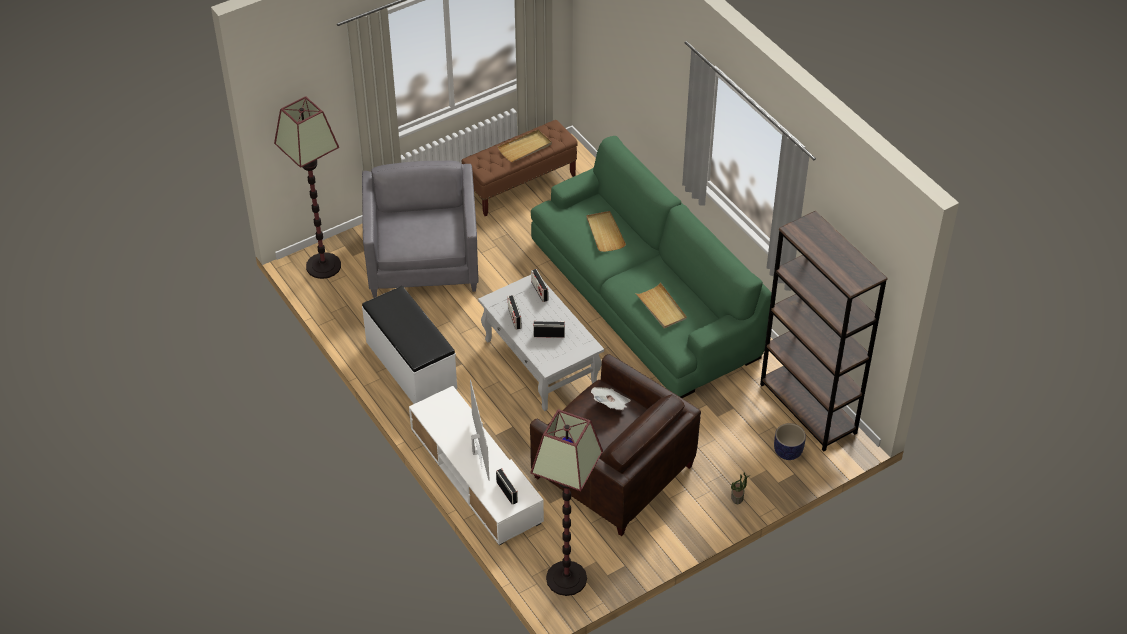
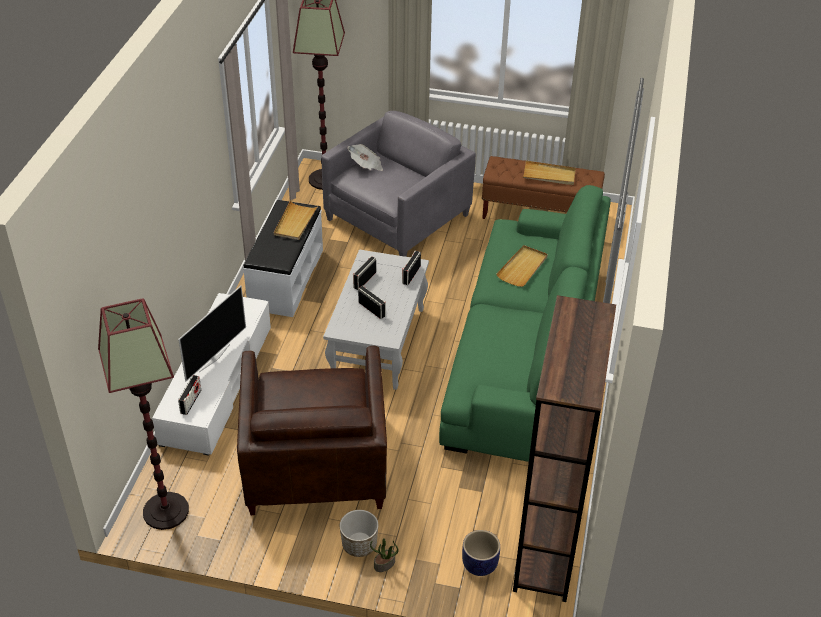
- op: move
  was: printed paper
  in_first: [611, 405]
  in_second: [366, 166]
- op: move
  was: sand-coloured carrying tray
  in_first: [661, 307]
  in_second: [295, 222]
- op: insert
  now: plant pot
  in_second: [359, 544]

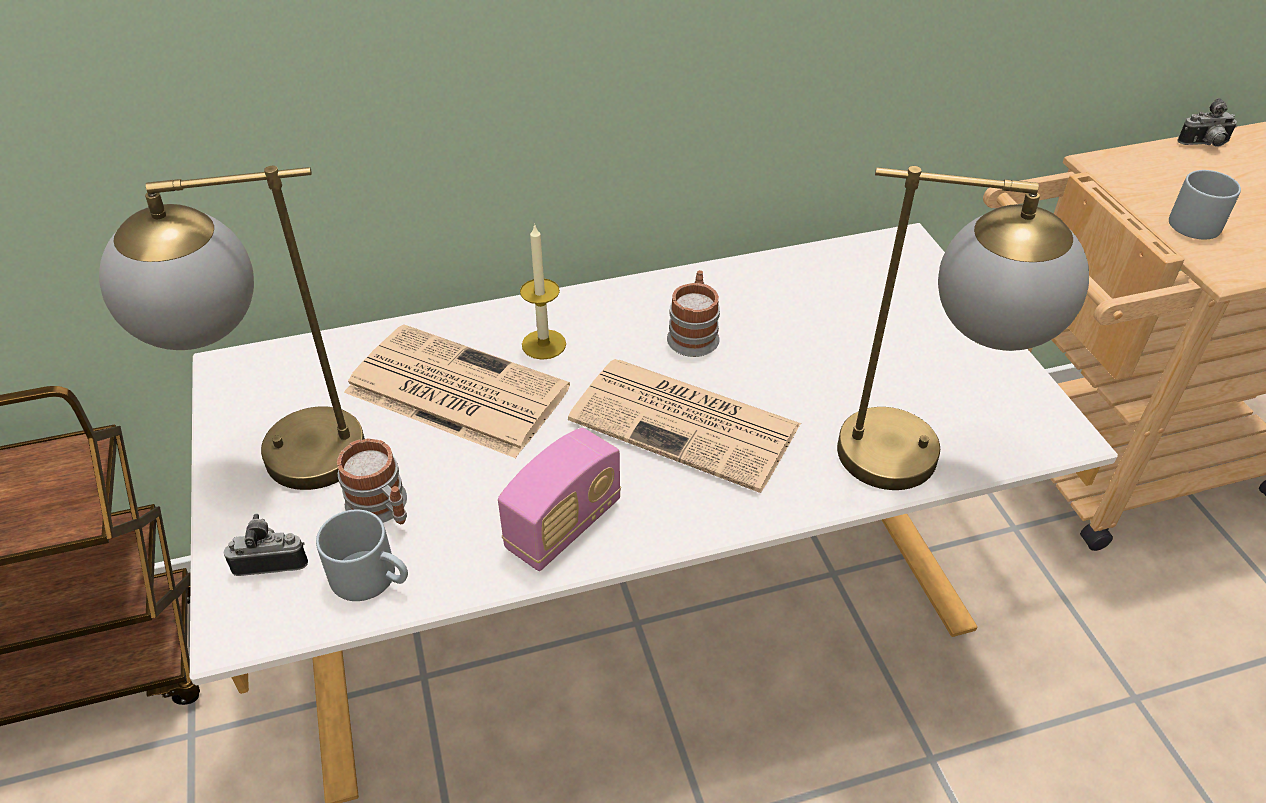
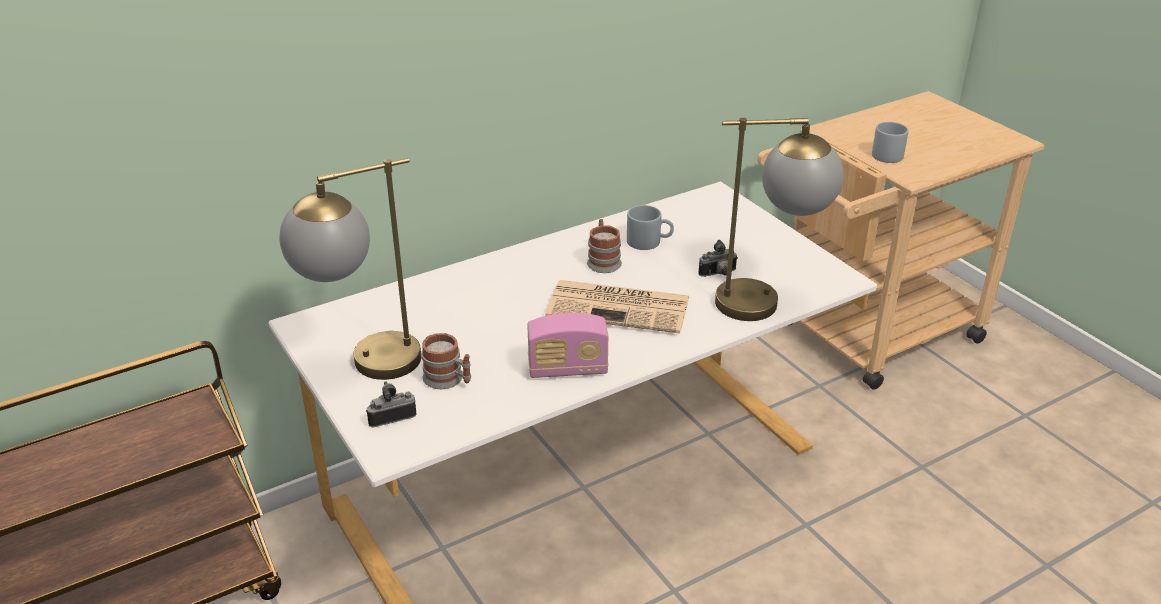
- op: move
  was: grey coffee mug
  in_first: [373, 577]
  in_second: [649, 241]
- op: delete
  was: printed paper
  in_first: [453, 391]
- op: rotate
  was: radio
  in_first: [564, 526]
  in_second: [568, 369]
  clockwise: 60
- op: delete
  was: candle
  in_first: [544, 344]
- op: move
  was: still camera
  in_first: [1205, 145]
  in_second: [718, 274]

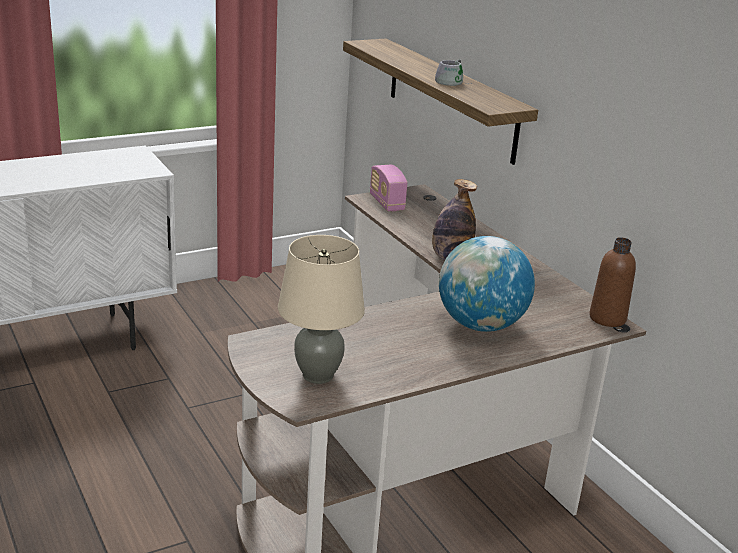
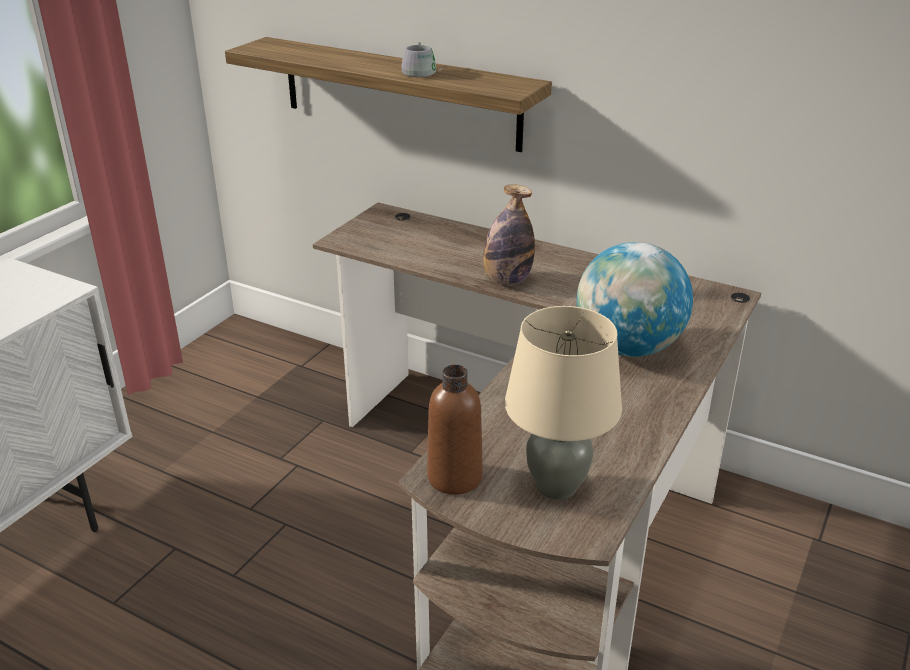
- op: delete
  was: radio
  in_first: [386, 203]
- op: move
  was: brown-coloured bottle
  in_first: [607, 318]
  in_second: [454, 477]

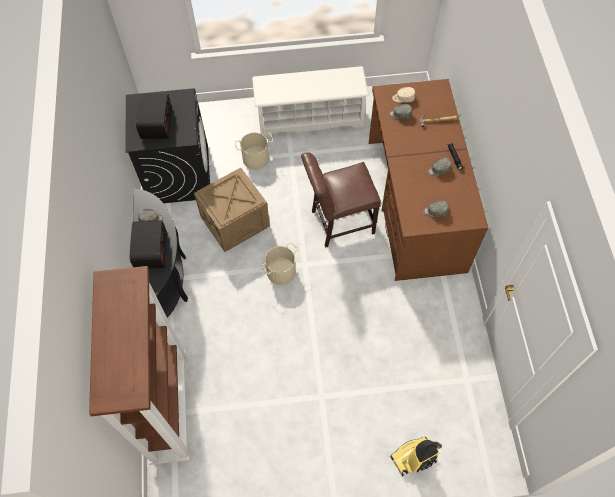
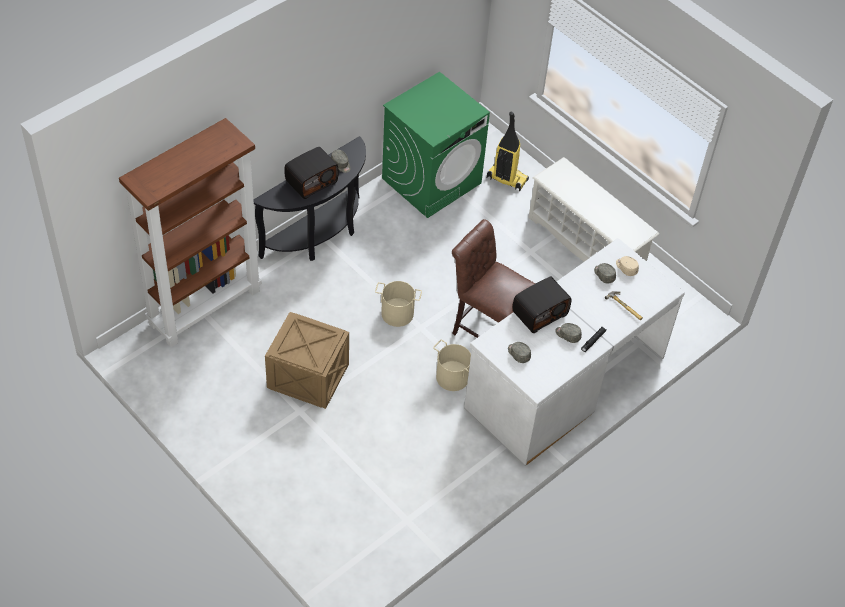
- op: recolor
  was: blackish washing machine
  now: greenish washing machine
  in_first: [179, 174]
  in_second: [432, 180]
- op: move
  was: radio
  in_first: [156, 124]
  in_second: [539, 313]
- op: move
  was: packing crate
  in_first: [236, 221]
  in_second: [309, 377]
- op: move
  was: sand-coloured pail
  in_first: [256, 159]
  in_second: [452, 377]
- op: recolor
  was: brown-coloured desk table
  now: white desk table
  in_first: [414, 204]
  in_second: [564, 381]
- op: move
  was: hoover
  in_first: [413, 458]
  in_second: [506, 179]

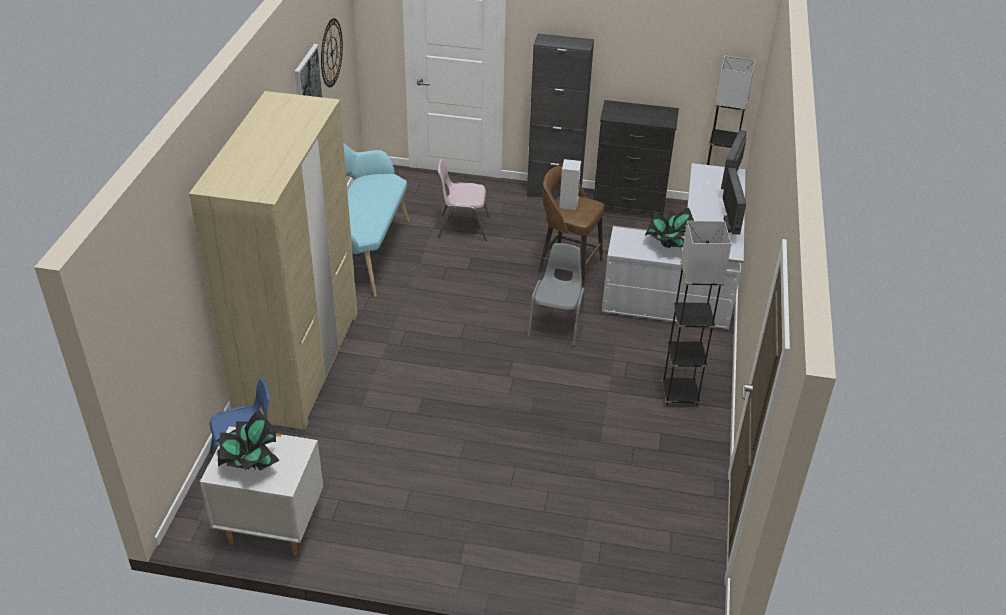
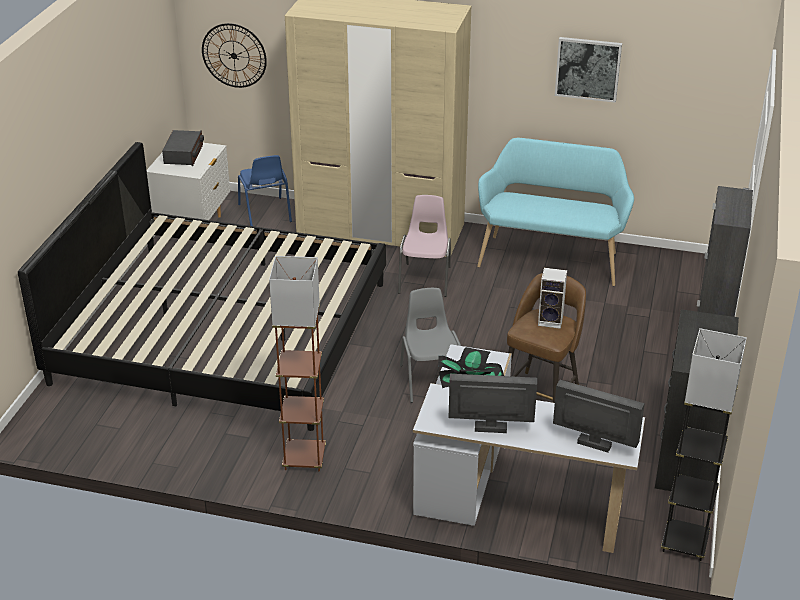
- op: replace
  was: houseplant
  now: radio
  in_first: [249, 463]
  in_second: [184, 154]
- op: move
  was: clock on the wall
  in_first: [331, 53]
  in_second: [234, 55]
- op: move
  was: pinkish chair
  in_first: [463, 227]
  in_second: [425, 279]
- op: rotate
  was: grey chair
  in_first: [557, 324]
  in_second: [430, 380]
  clockwise: -120
- op: recolor
  was: grey floor lamp
  now: brown-coloured floor lamp
  in_first: [680, 395]
  in_second: [304, 458]
- op: insert
  now: sleeping bed
  in_second: [222, 331]

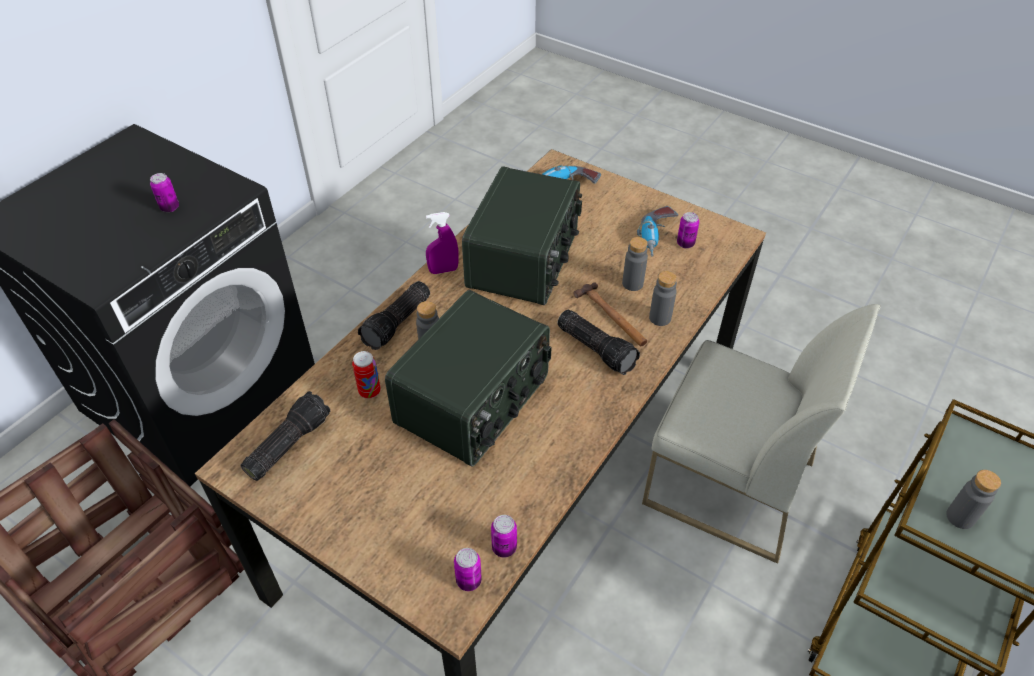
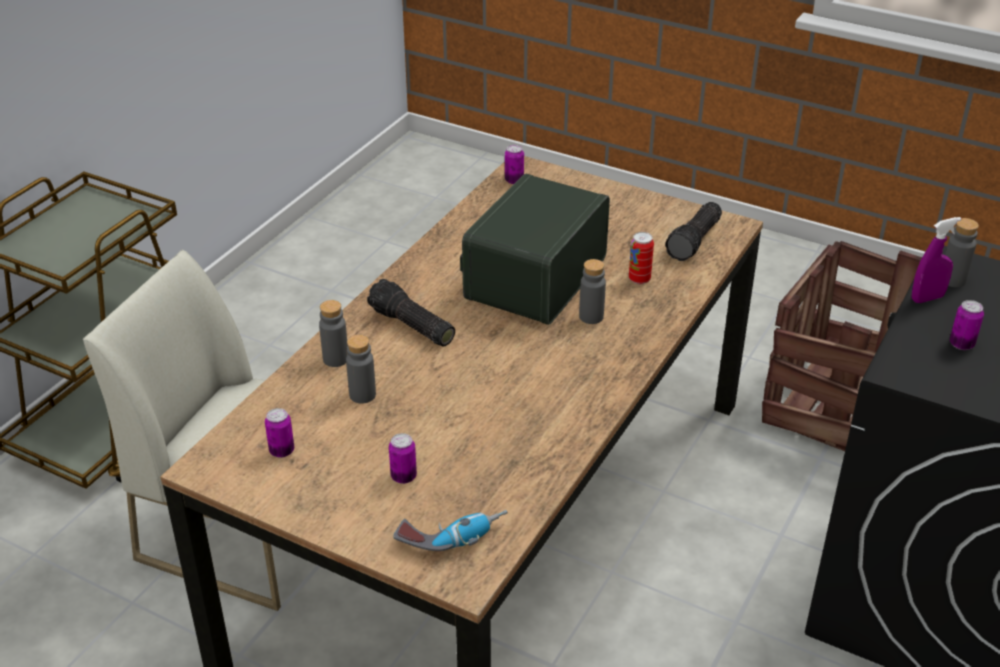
- op: delete
  was: torch
  in_first: [398, 323]
- op: move
  was: purple sprayer
  in_first: [443, 270]
  in_second: [927, 298]
- op: delete
  was: radio
  in_first: [525, 260]
- op: move
  was: sealed can
  in_first: [504, 548]
  in_second: [403, 477]
- op: delete
  was: tool hammer
  in_first: [611, 317]
- op: delete
  was: drill
  in_first: [657, 237]
- op: move
  was: grey bottle
  in_first: [960, 517]
  in_second: [952, 280]

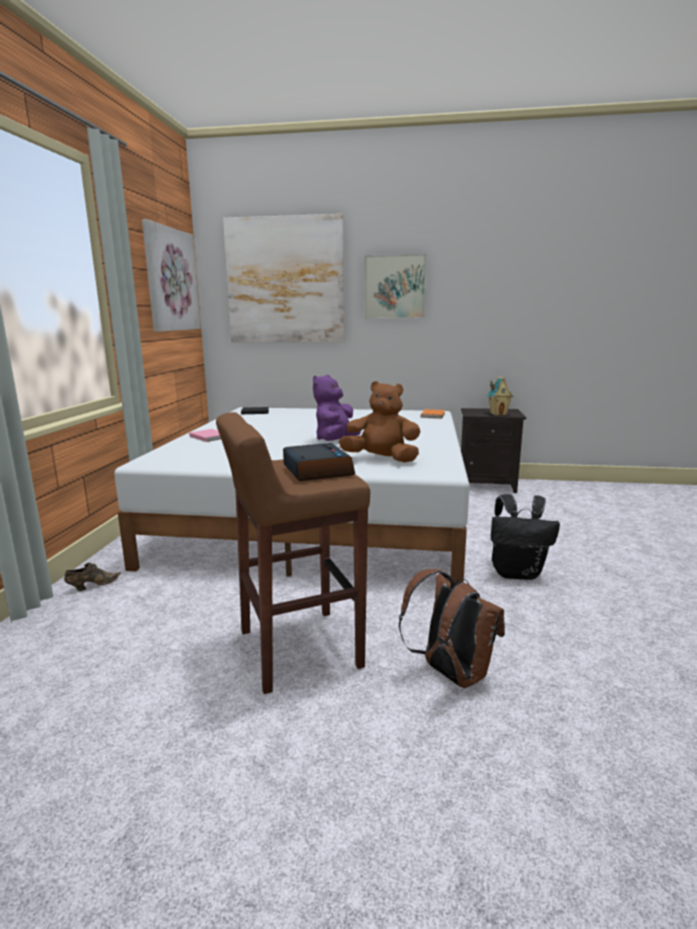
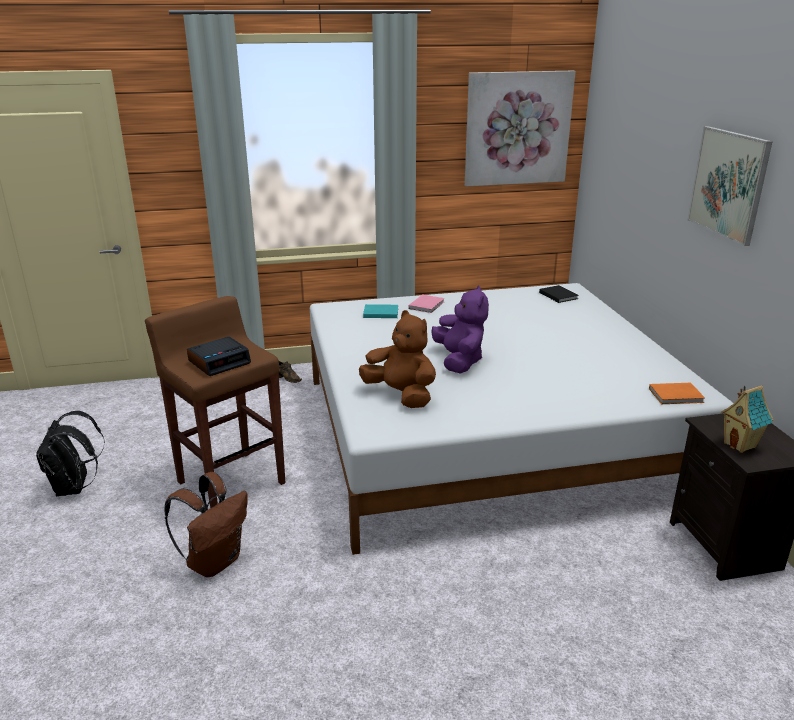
- op: delete
  was: wall art
  in_first: [285, 281]
- op: rotate
  was: purple cuddly toy
  in_first: [336, 441]
  in_second: [459, 361]
  clockwise: 75
- op: rotate
  was: brown-coloured cuddly toy
  in_first: [381, 459]
  in_second: [401, 395]
  clockwise: -45
- op: move
  was: blackish knapsack
  in_first: [517, 573]
  in_second: [75, 488]
- op: insert
  now: blue-green book
  in_second: [380, 313]

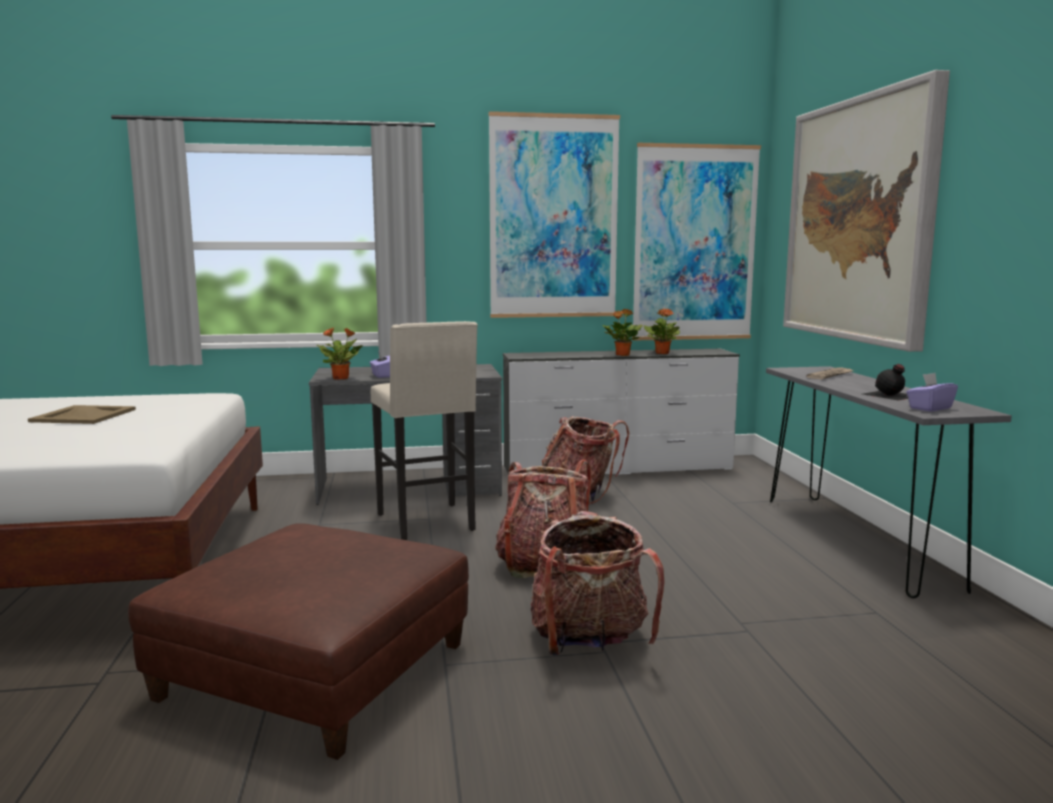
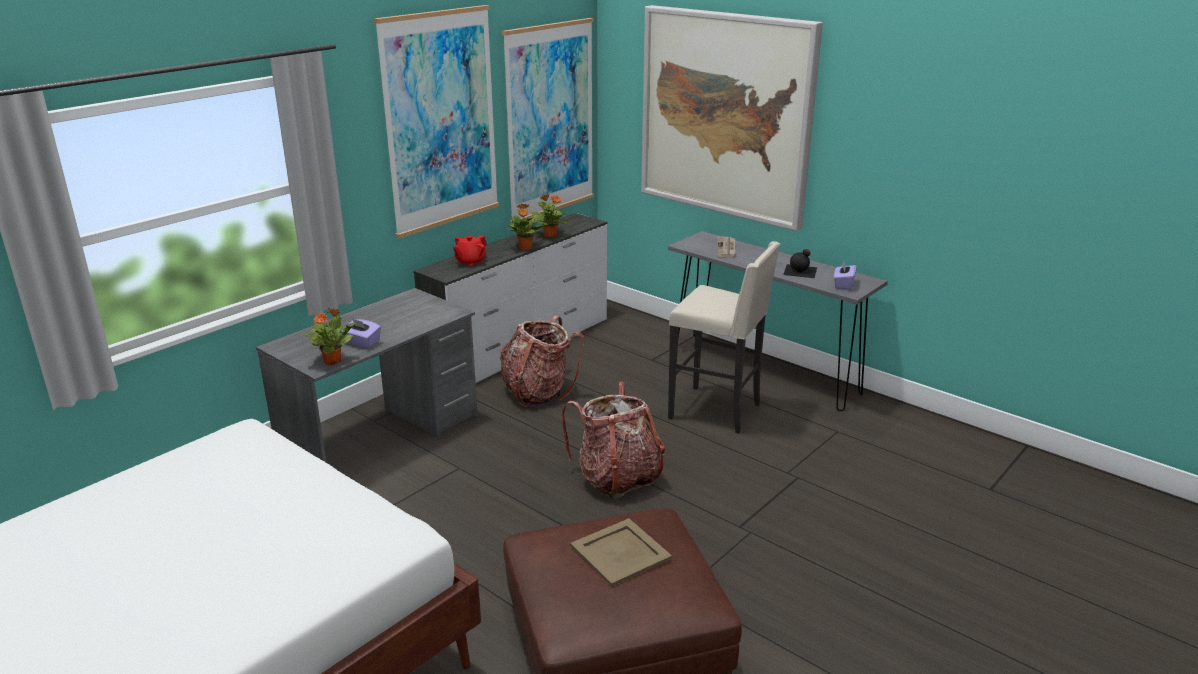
- op: move
  was: sand-coloured carrying tray
  in_first: [84, 415]
  in_second: [621, 552]
- op: move
  was: sand-coloured stool
  in_first: [428, 523]
  in_second: [717, 411]
- op: delete
  was: knapsack
  in_first: [589, 641]
- op: insert
  now: reddish tea pot
  in_second: [470, 262]

